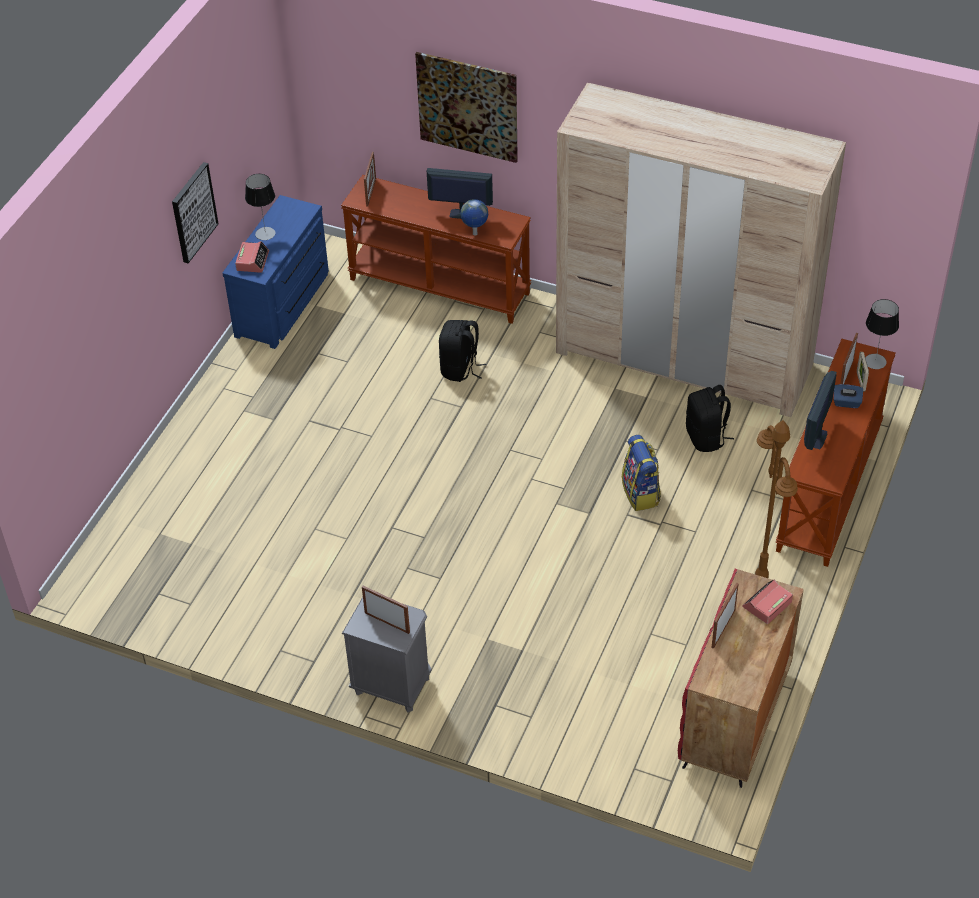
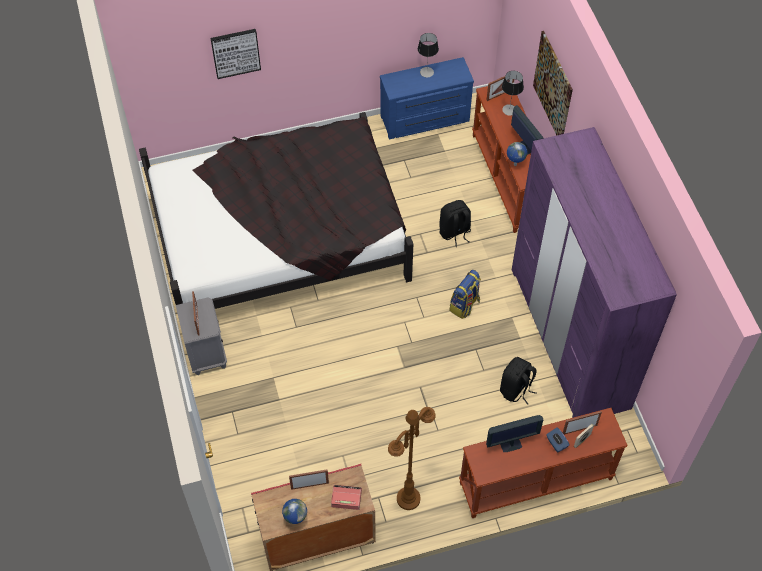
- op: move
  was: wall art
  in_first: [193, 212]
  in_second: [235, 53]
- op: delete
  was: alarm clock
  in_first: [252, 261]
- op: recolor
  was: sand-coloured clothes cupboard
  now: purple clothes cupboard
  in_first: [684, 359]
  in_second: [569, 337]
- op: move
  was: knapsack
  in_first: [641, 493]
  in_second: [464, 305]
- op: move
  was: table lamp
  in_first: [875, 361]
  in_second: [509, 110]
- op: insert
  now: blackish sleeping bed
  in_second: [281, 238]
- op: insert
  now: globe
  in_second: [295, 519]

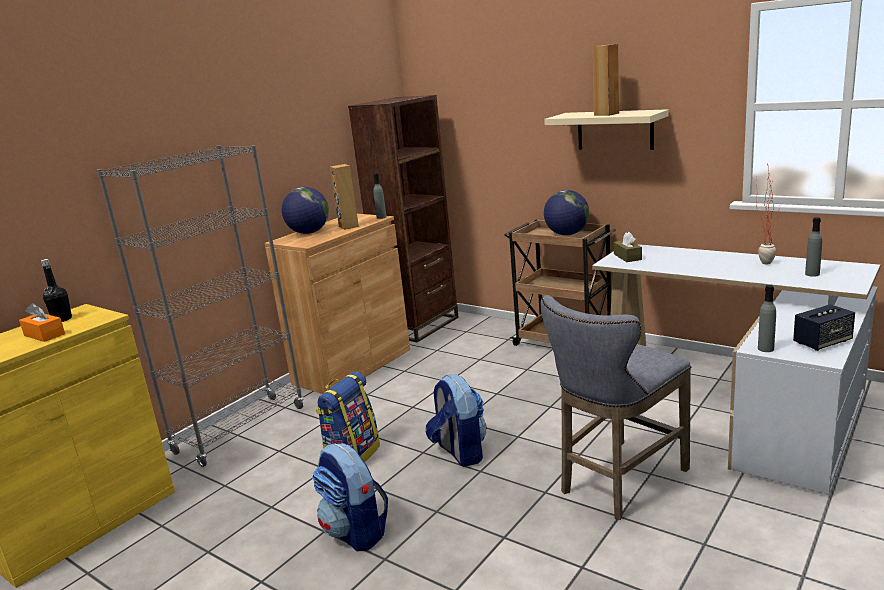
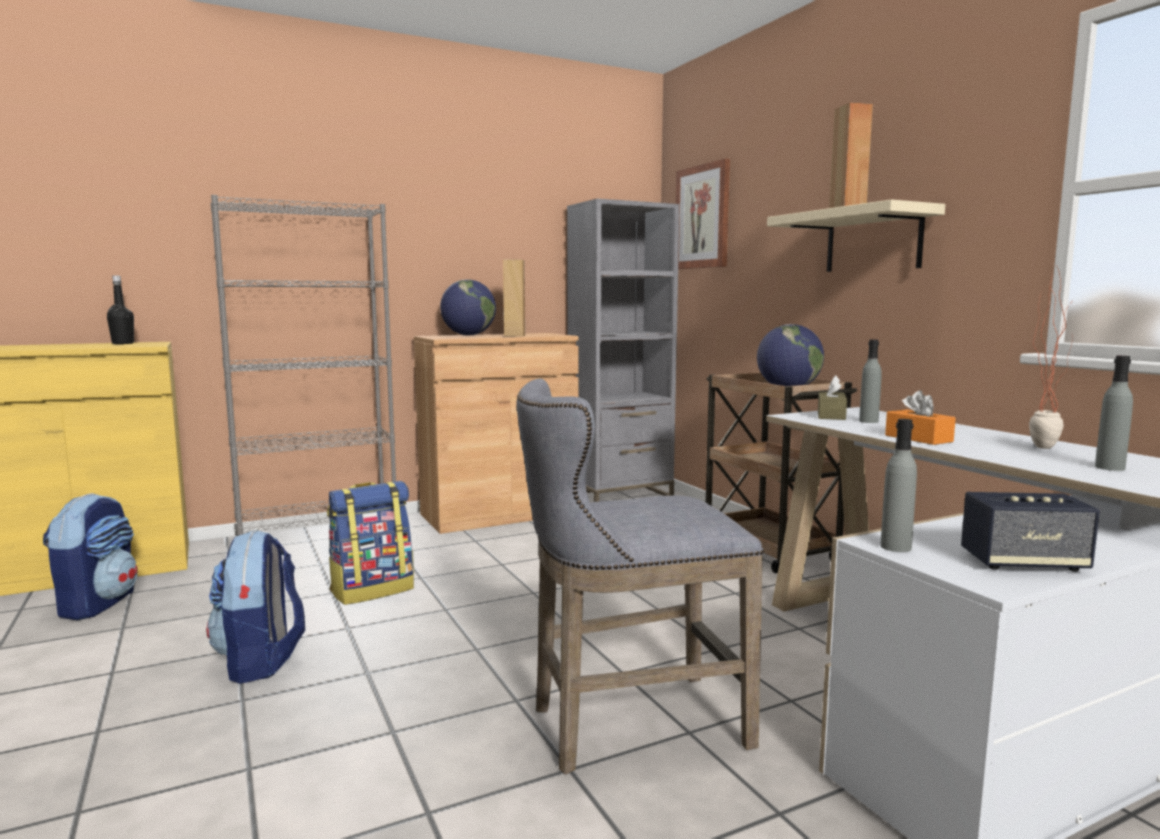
- op: move
  was: orange-coloured tissue box
  in_first: [44, 335]
  in_second: [918, 438]
- op: recolor
  was: brown-coloured shelving unit
  now: grey shelving unit
  in_first: [420, 326]
  in_second: [620, 496]
- op: move
  was: grey bottle
  in_first: [381, 217]
  in_second: [868, 421]
- op: move
  was: knapsack
  in_first: [459, 452]
  in_second: [97, 604]
- op: insert
  now: wall art
  in_second: [703, 217]

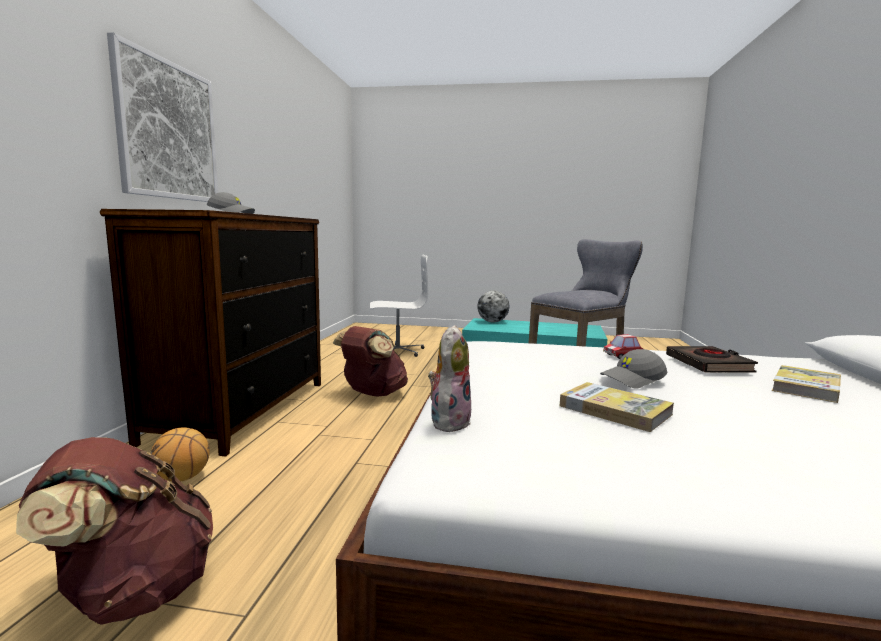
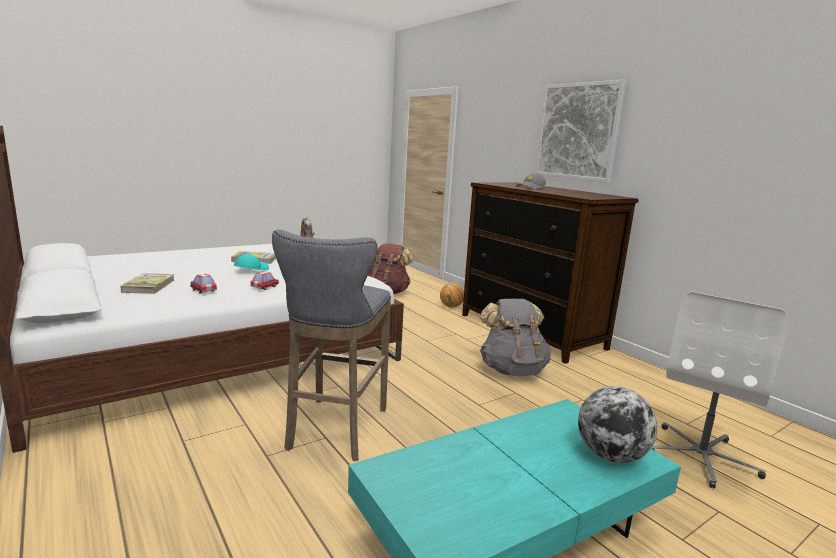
- op: recolor
  was: brown-coloured knapsack
  now: grey knapsack
  in_first: [373, 394]
  in_second: [512, 370]
- op: recolor
  was: grey baseball cap
  now: blue-green baseball cap
  in_first: [633, 380]
  in_second: [251, 269]
- op: replace
  was: blackish book
  now: toy car
  in_first: [708, 364]
  in_second: [203, 290]

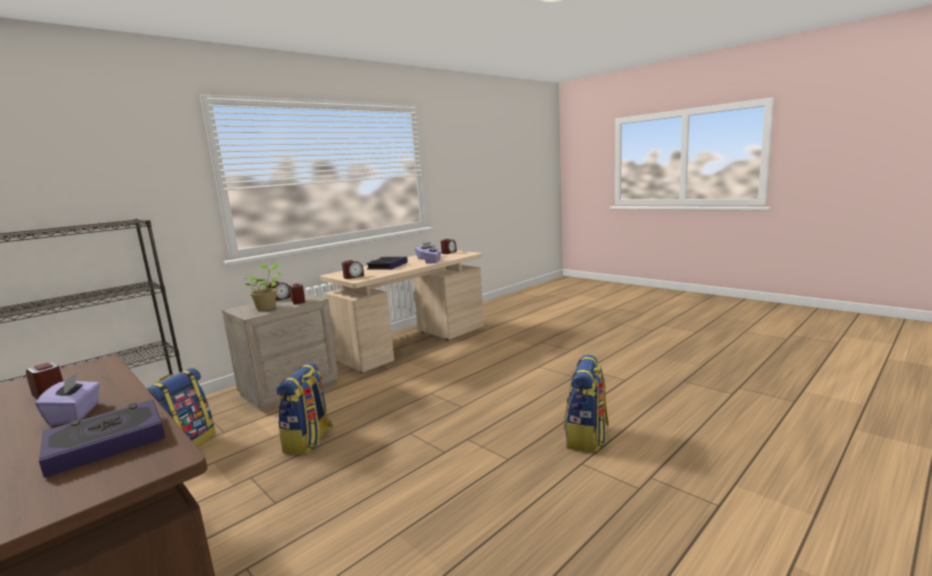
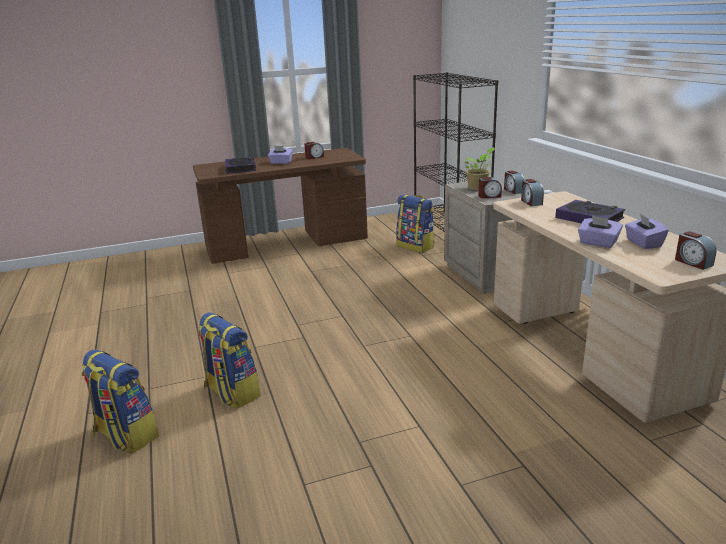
- op: move
  was: knapsack
  in_first: [309, 441]
  in_second: [125, 436]

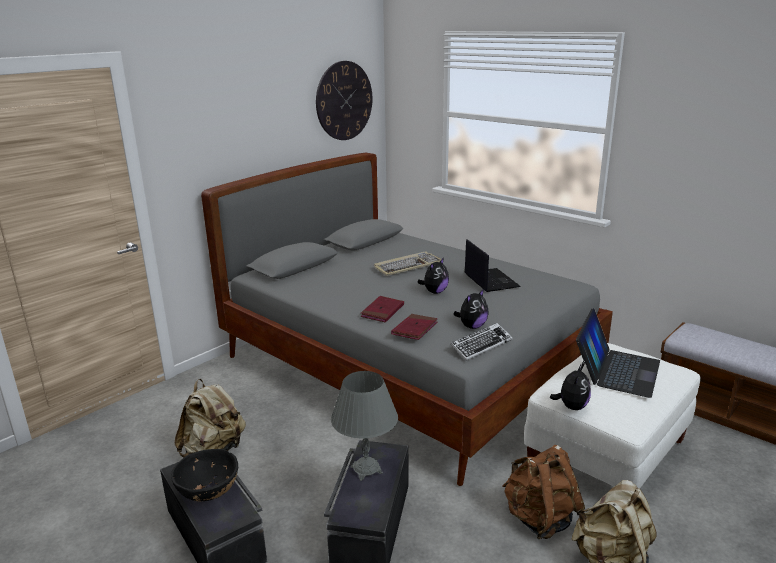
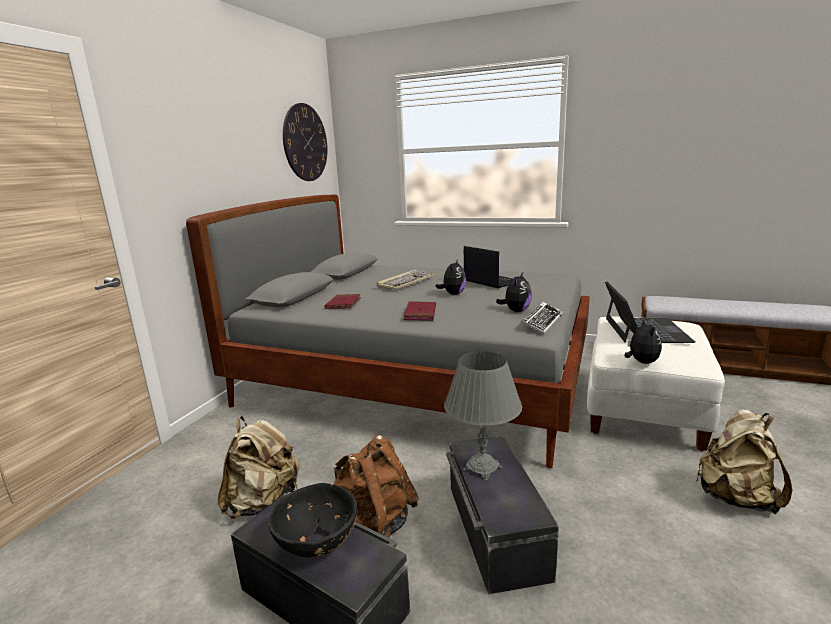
- op: move
  was: reddish book
  in_first: [414, 329]
  in_second: [343, 304]
- op: move
  was: brown-coloured knapsack
  in_first: [539, 519]
  in_second: [374, 523]

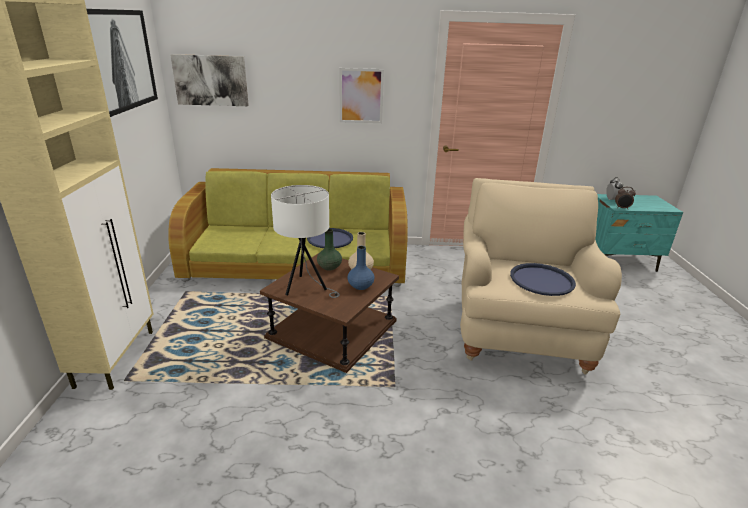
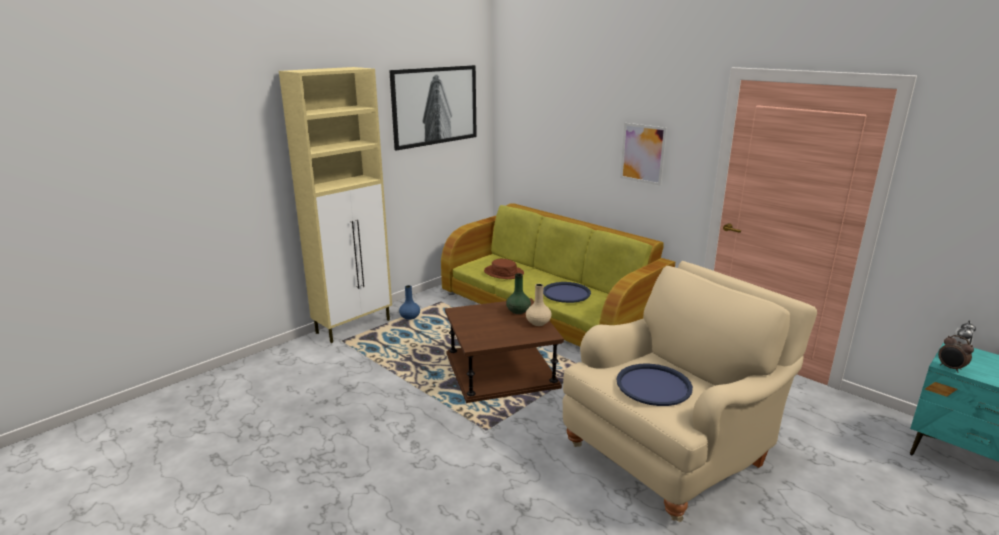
- op: delete
  was: wall art
  in_first: [211, 80]
- op: delete
  was: white table lamp
  in_first: [306, 288]
- op: move
  was: blue-coloured decorative vase
  in_first: [360, 286]
  in_second: [410, 317]
- op: insert
  now: brown-coloured clothing hat
  in_second: [504, 272]

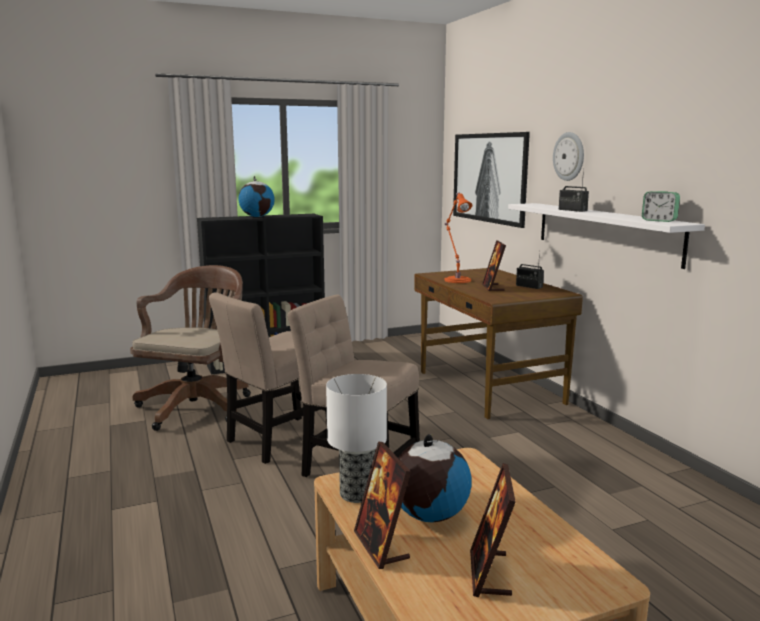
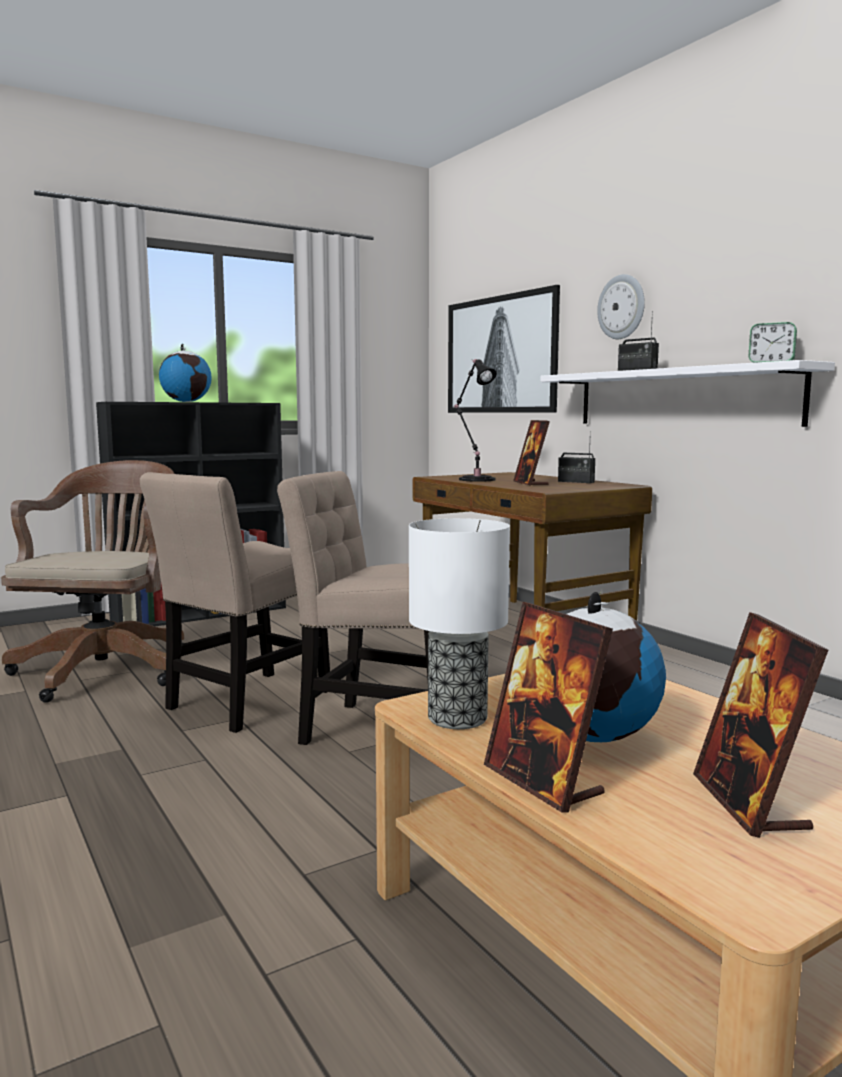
- op: recolor
  was: orange-coloured table lamp
  now: blackish table lamp
  in_first: [456, 280]
  in_second: [475, 479]

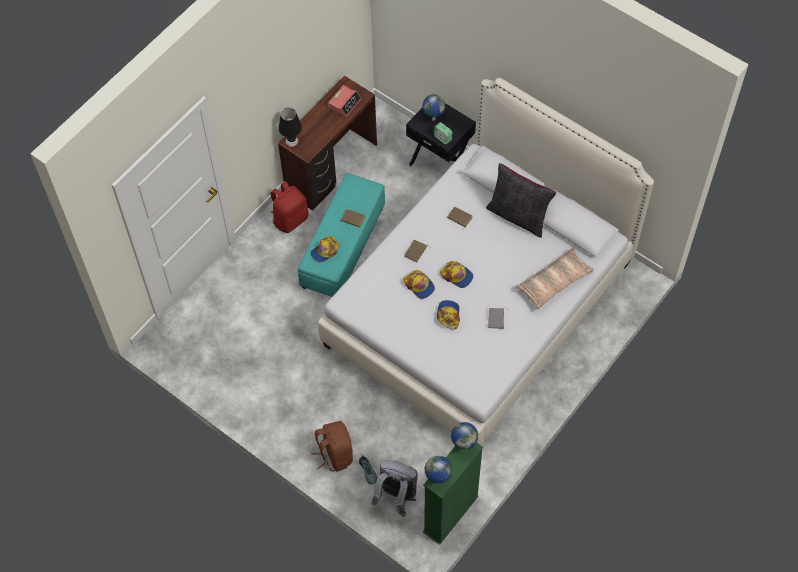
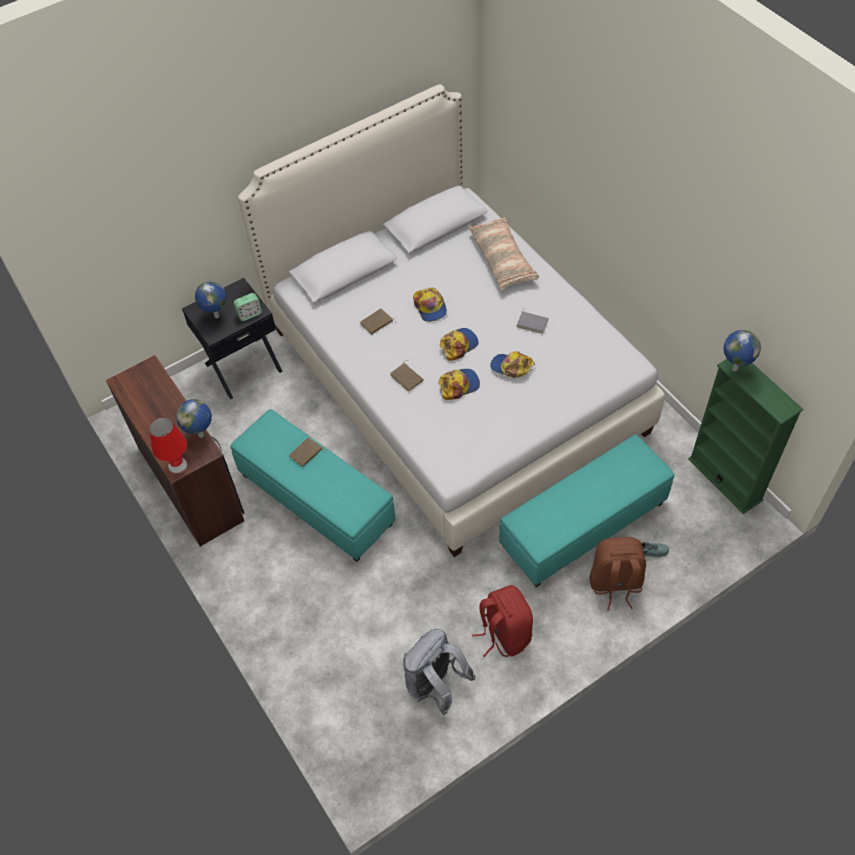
- op: move
  was: reddish knapsack
  in_first: [290, 219]
  in_second: [503, 634]
- op: recolor
  was: blackish table lamp
  now: reddish table lamp
  in_first: [292, 141]
  in_second: [177, 465]
- op: move
  was: baseball cap
  in_first: [325, 251]
  in_second: [430, 307]
- op: delete
  was: alarm clock
  in_first: [345, 103]
- op: move
  was: grey knapsack
  in_first: [396, 496]
  in_second: [435, 685]
- op: move
  was: globe
  in_first: [438, 480]
  in_second: [202, 435]
- op: delete
  was: blackish cushion
  in_first: [518, 216]
- op: insert
  now: blue-green ottoman
  in_second: [582, 524]

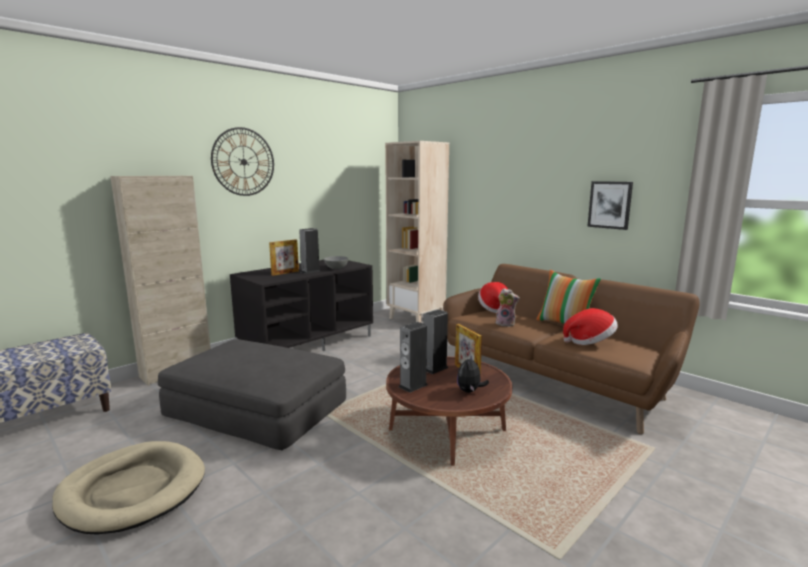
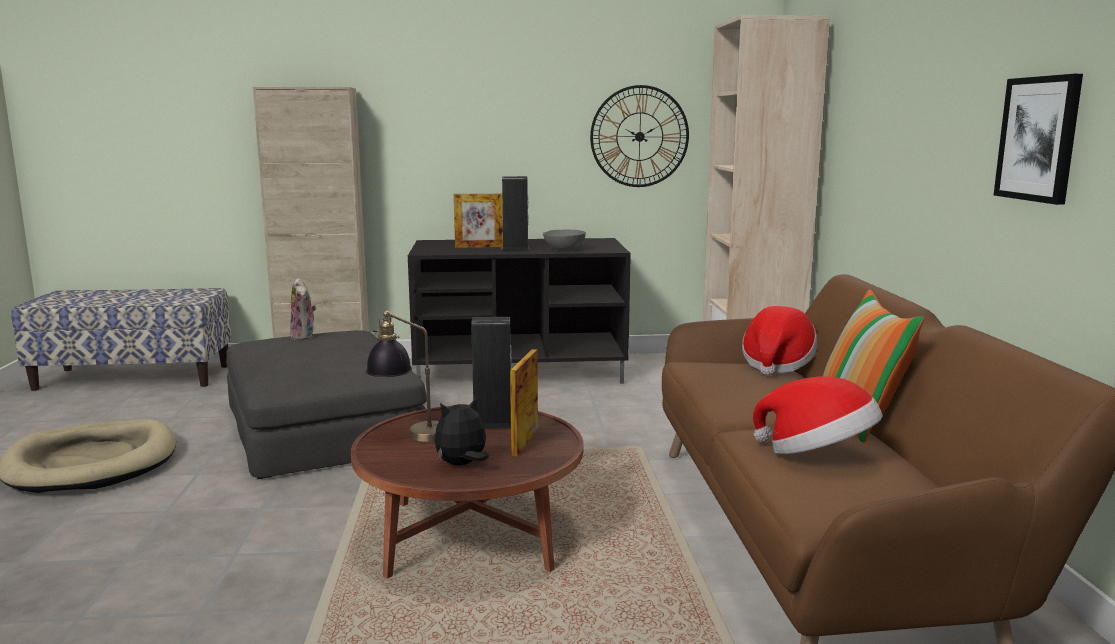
- op: move
  was: clock on the wall
  in_first: [243, 162]
  in_second: [639, 136]
- op: replace
  was: loudspeaker
  now: table lamp
  in_first: [413, 386]
  in_second: [410, 433]
- op: move
  was: cuddly toy
  in_first: [506, 324]
  in_second: [304, 337]

